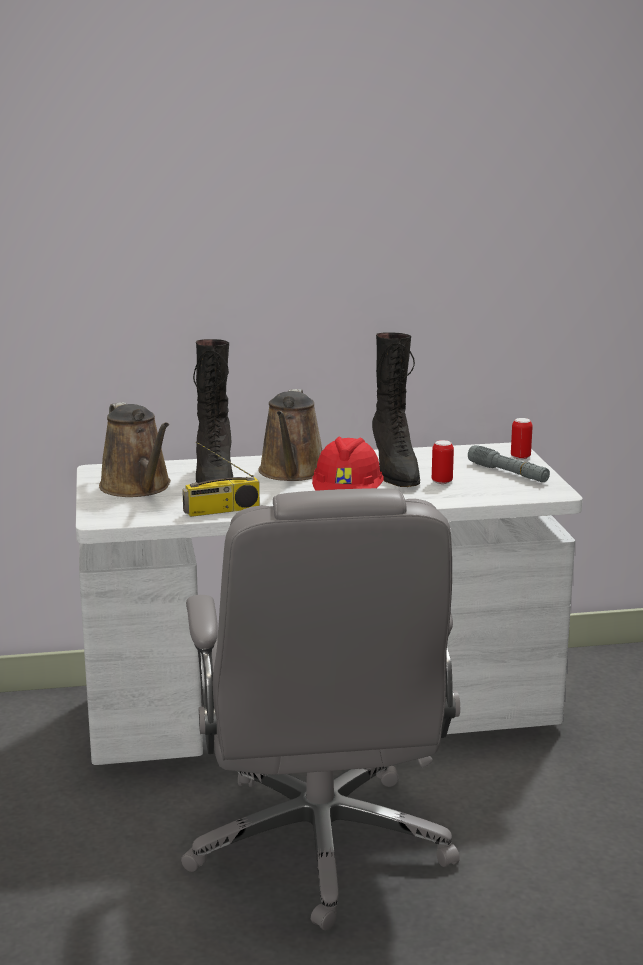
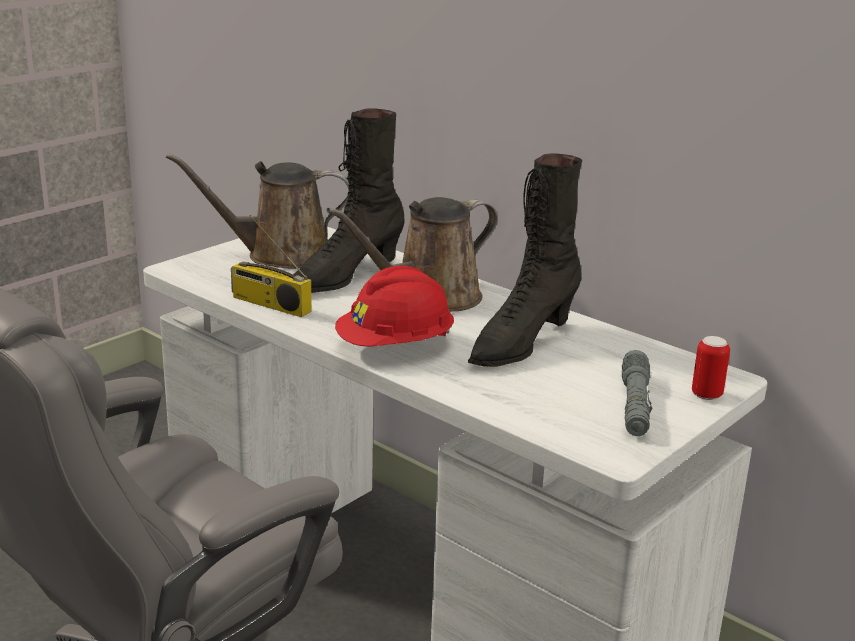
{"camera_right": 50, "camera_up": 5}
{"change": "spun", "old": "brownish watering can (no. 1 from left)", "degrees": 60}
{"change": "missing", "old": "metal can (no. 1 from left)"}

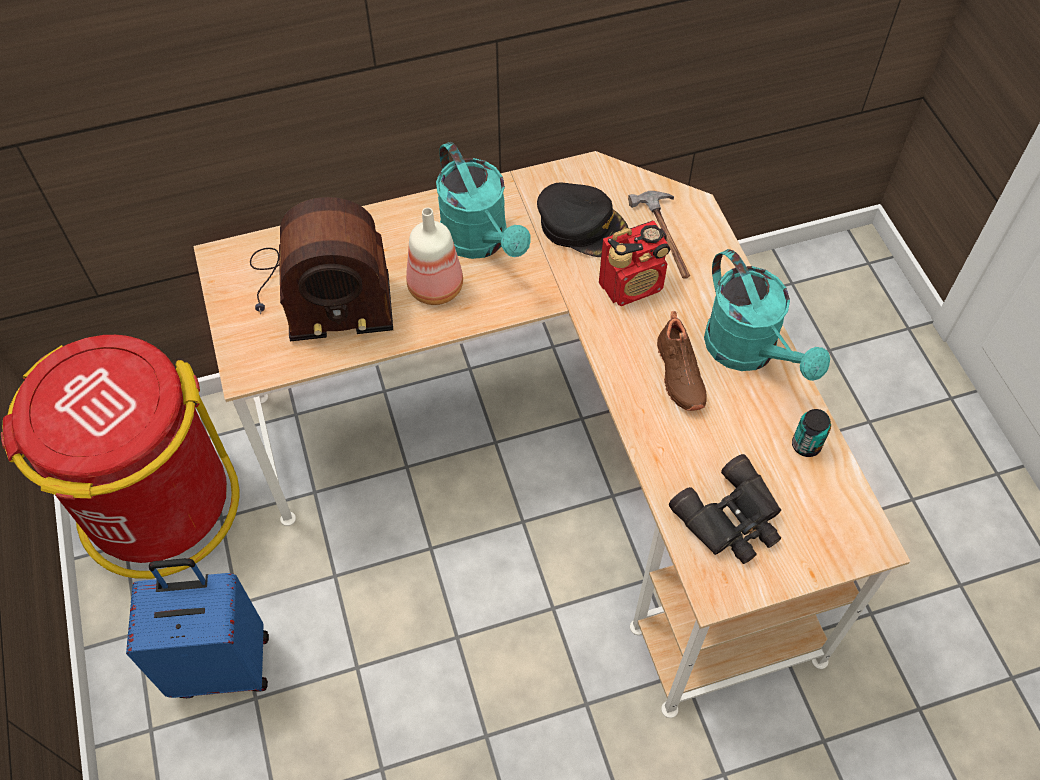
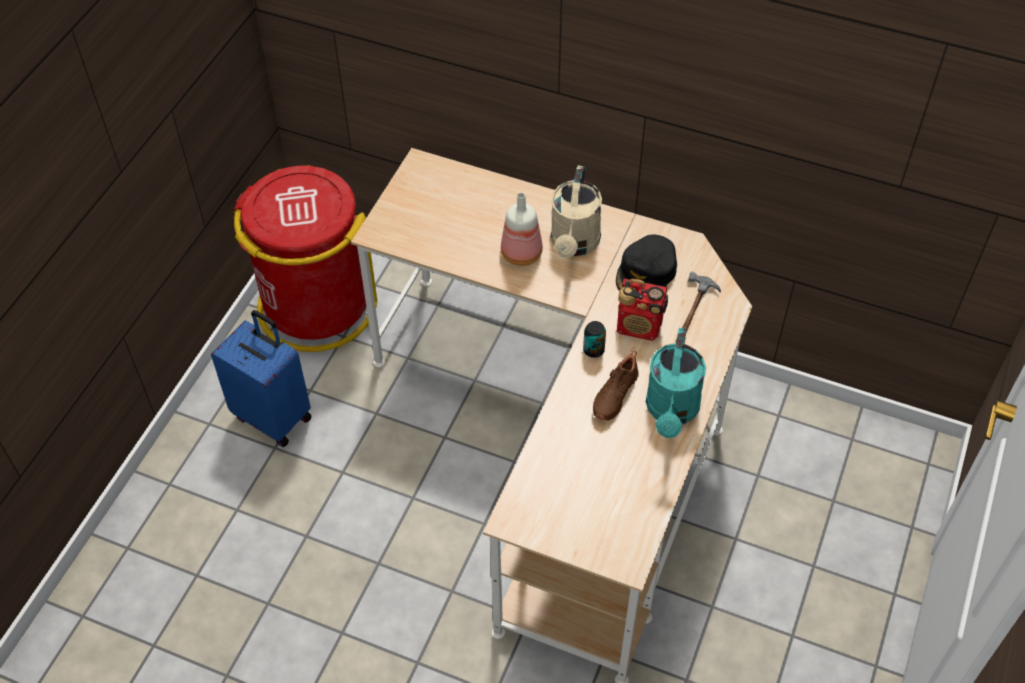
{"camera_right": 40, "camera_up": -5}
{"change": "missing", "old": "radio set (no. 1 from left)"}
{"change": "colour", "old": "turquoise-coloured watering can (no. 1 from left)", "new": "sand-coloured watering can"}
{"change": "spun", "old": "black baseball cap", "degrees": 45}
{"change": "missing", "old": "black binoculars"}
{"change": "relocated", "old": "metal can"}

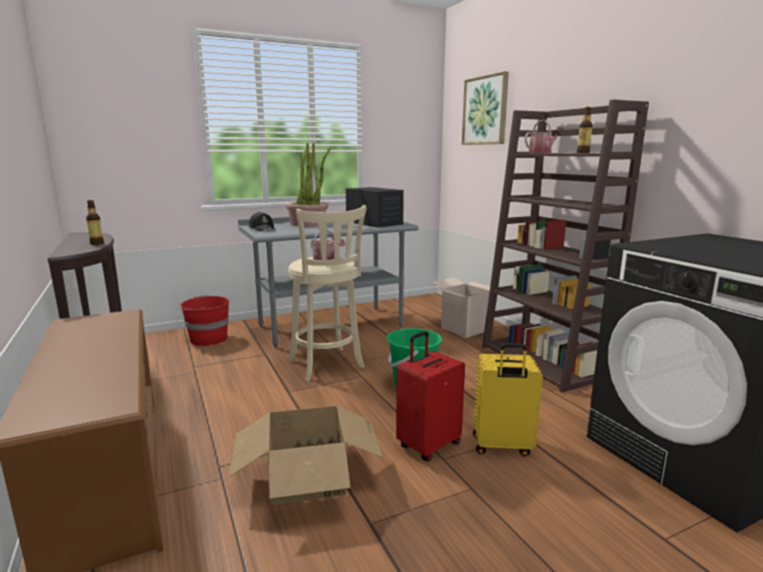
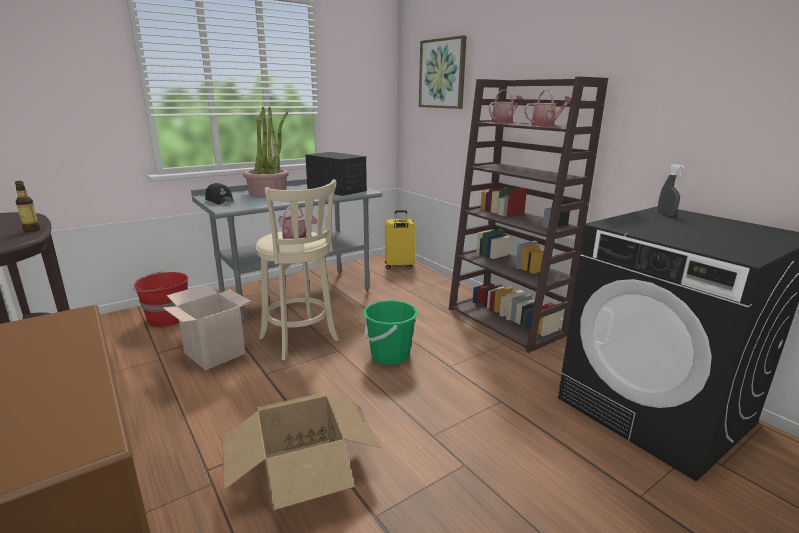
{"camera_right": -10, "camera_up": 5}
{"change": "missing", "old": "red suitcase"}
{"change": "relocated", "old": "cardboard box (no. 2 from left in the first image)", "new": "cardboard box (no. 1 from left)"}
{"change": "relocated", "old": "yellow suitcase"}
{"change": "exchanged", "old": "bottle (no. 2 from left)", "new": "watering can (no. 3 from left)"}
{"change": "appeared", "new": "grey hand sprayer"}

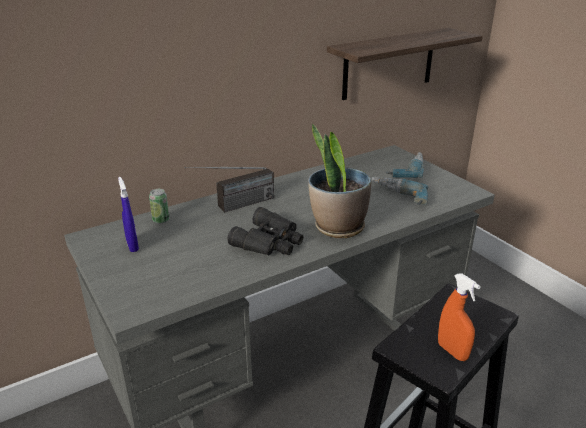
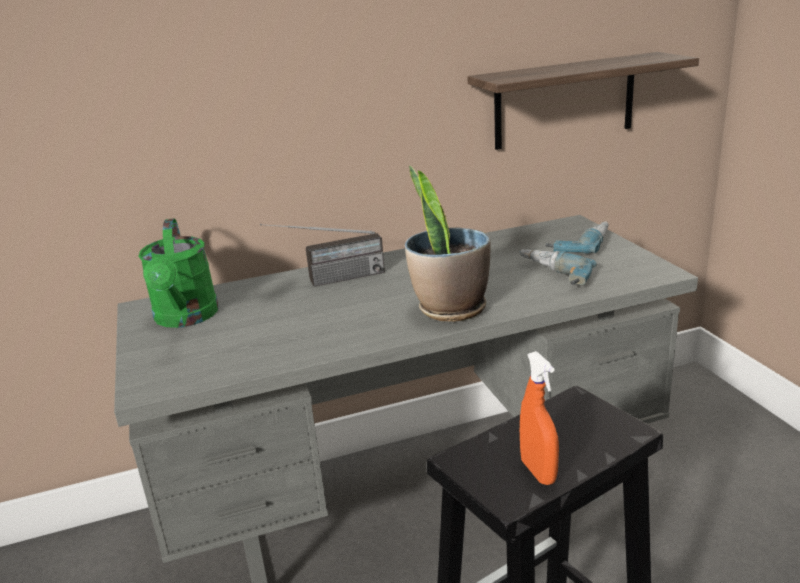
{"camera_right": 15, "camera_up": -5}
{"change": "exchanged", "old": "bluish hand sprayer", "new": "green-coloured watering can"}
{"change": "missing", "old": "metal can"}
{"change": "missing", "old": "black binoculars"}

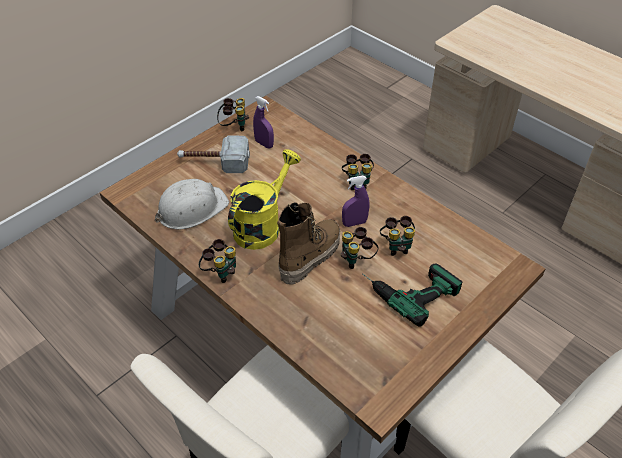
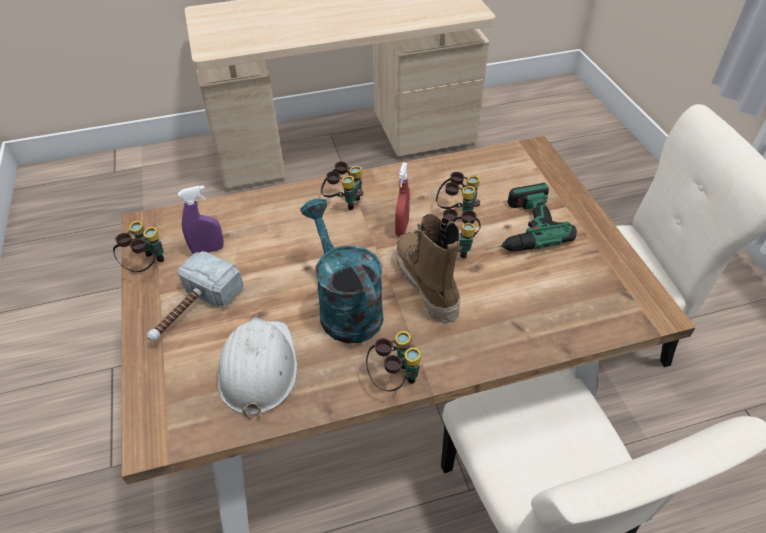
{"camera_right": -60, "camera_up": 0}
{"change": "colour", "old": "yellow watering can", "new": "turquoise-coloured watering can"}
{"change": "colour", "old": "purple hand sprayer (no. 2 from left)", "new": "red hand sprayer"}

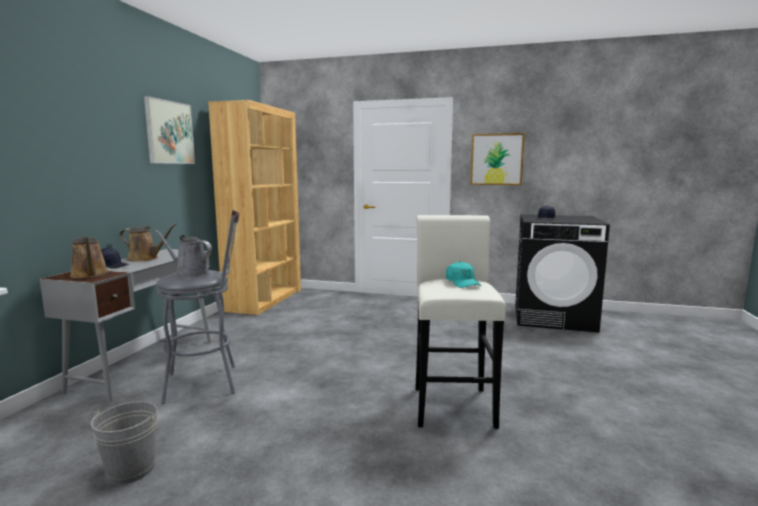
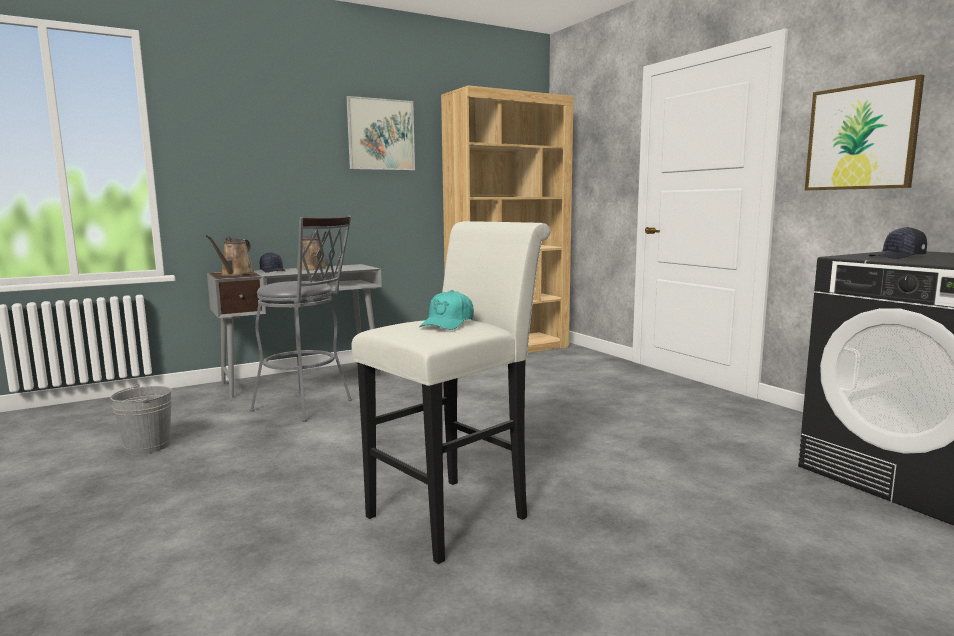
{"camera_right": 45, "camera_up": 0}
{"change": "missing", "old": "grey watering can"}

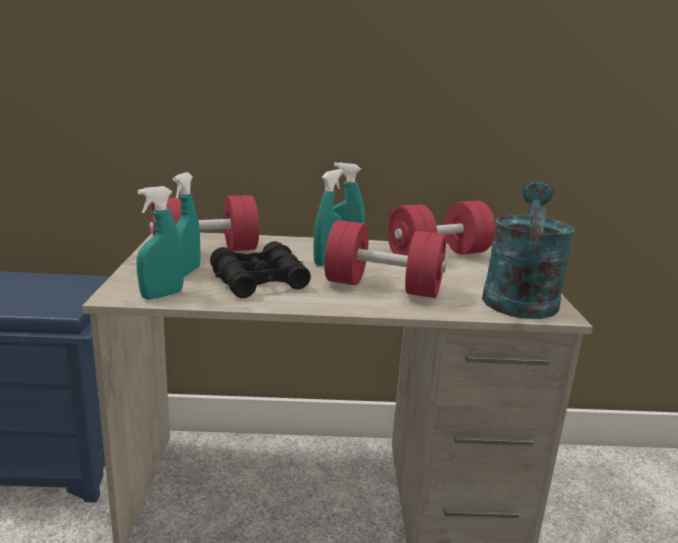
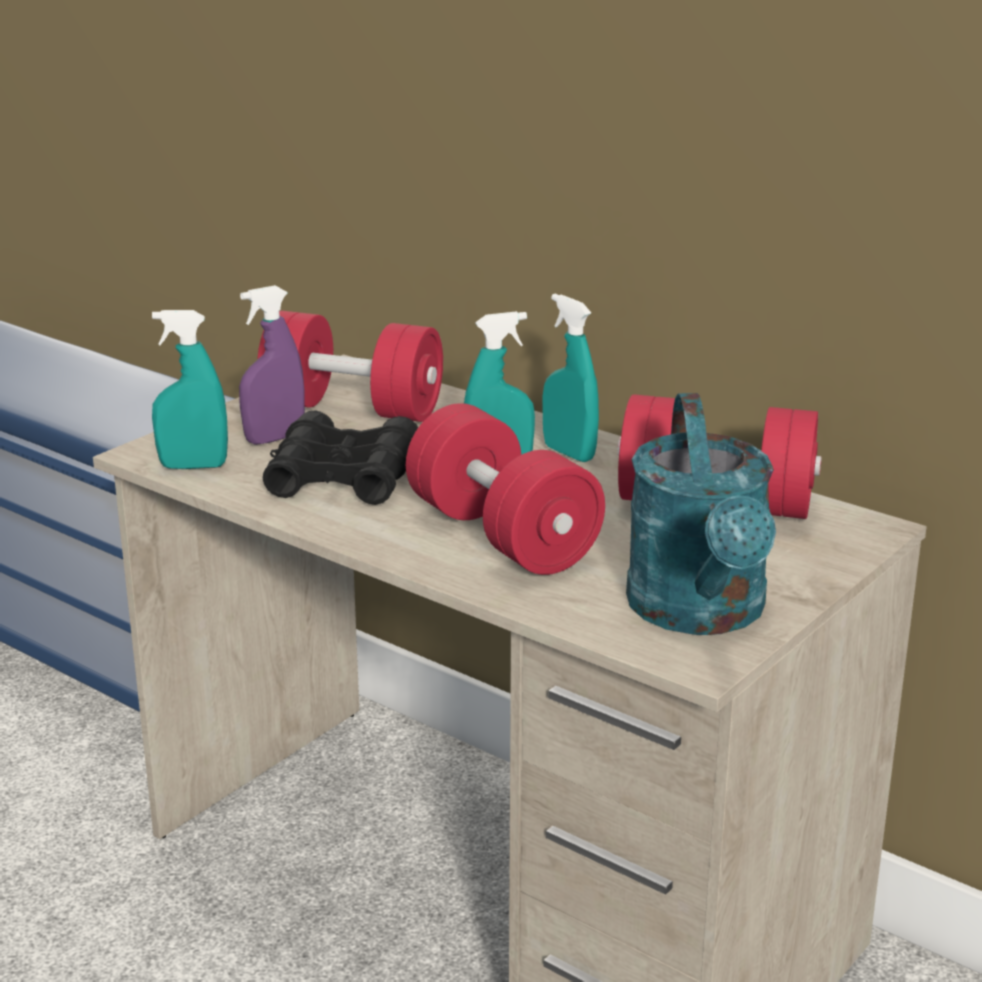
{"camera_right": 40, "camera_up": 5}
{"change": "colour", "old": "turquoise-coloured hand sprayer (no. 2 from left)", "new": "purple hand sprayer"}
{"change": "spun", "old": "turquoise-coloured watering can", "degrees": 120}

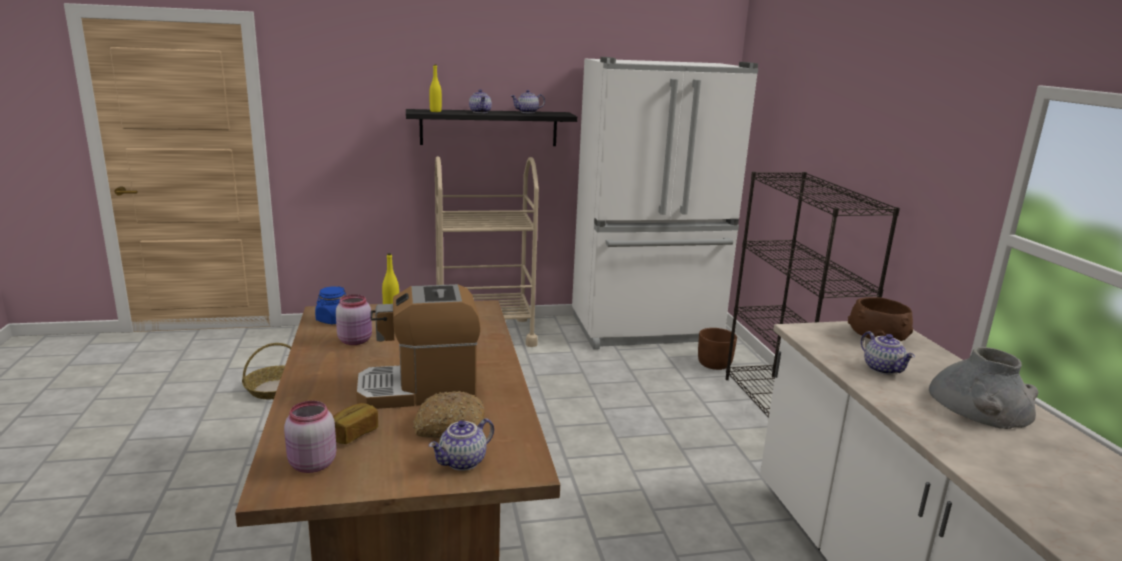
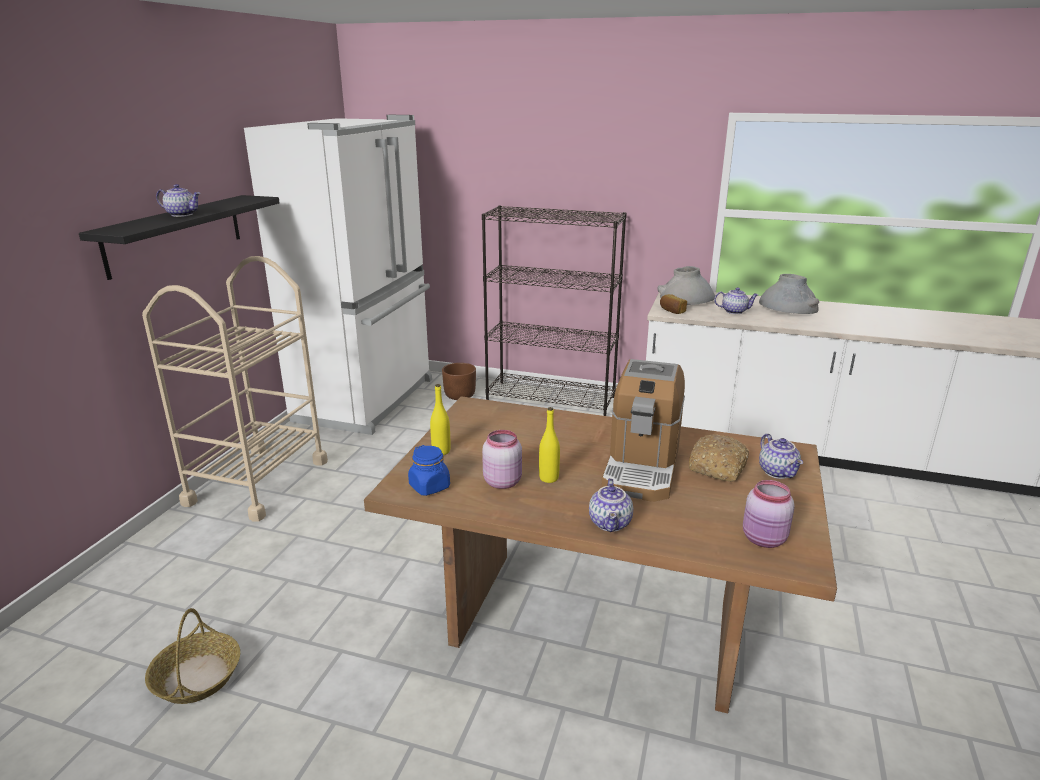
{"camera_right": -60, "camera_up": 5}
{"change": "relocated", "old": "bread (no. 1 from left)"}
{"change": "relocated", "old": "yellow bottle (no. 2 from left)"}
{"change": "relocated", "old": "pot for tea (no. 3 from left in the first image)", "new": "pot for tea (no. 2 from left)"}
{"change": "exchanged", "old": "brownish serving bowl", "new": "grey flower vase (no. 1 from left)"}

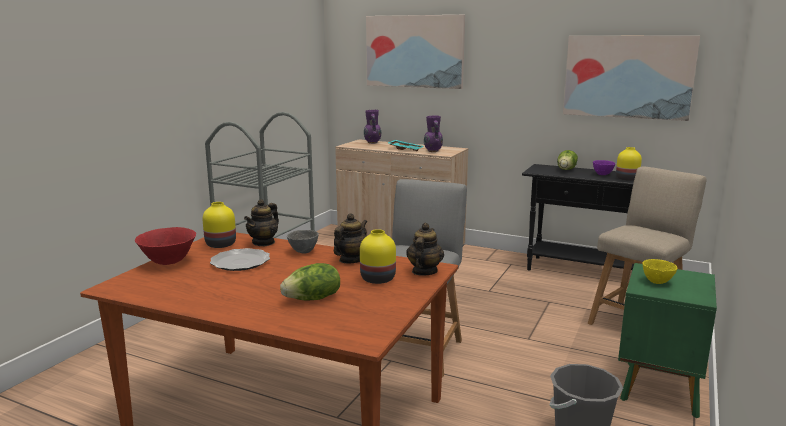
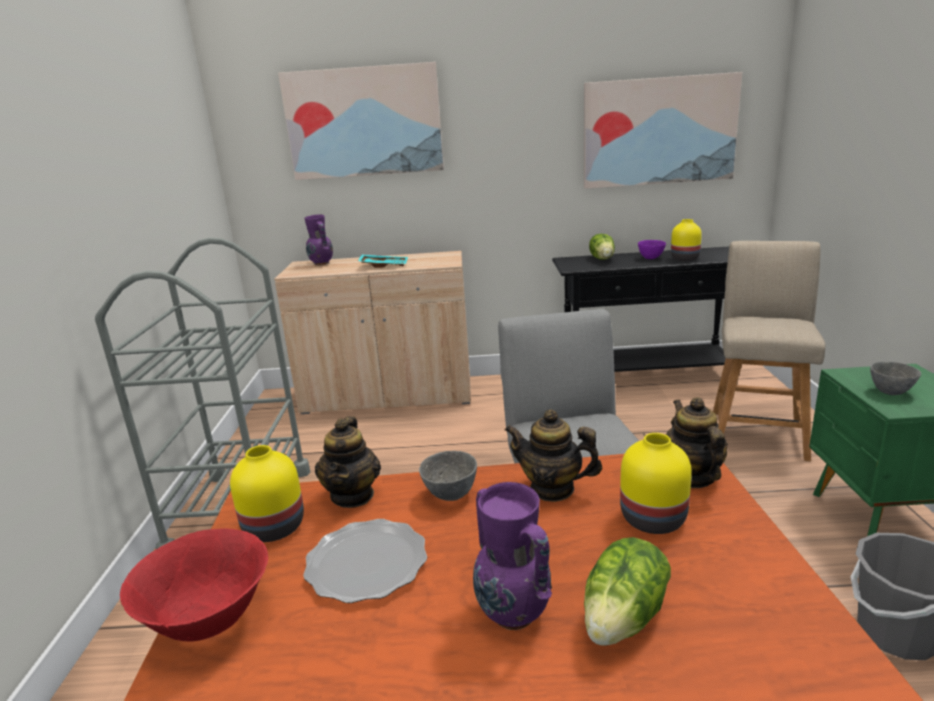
{"camera_right": -25, "camera_up": 5}
{"change": "spun", "old": "pot for tea (no. 2 from left)", "degrees": -75}
{"change": "relocated", "old": "purple flower vase (no. 2 from left)"}
{"change": "colour", "old": "yellow serving bowl", "new": "grey serving bowl (no. 2 from left)"}

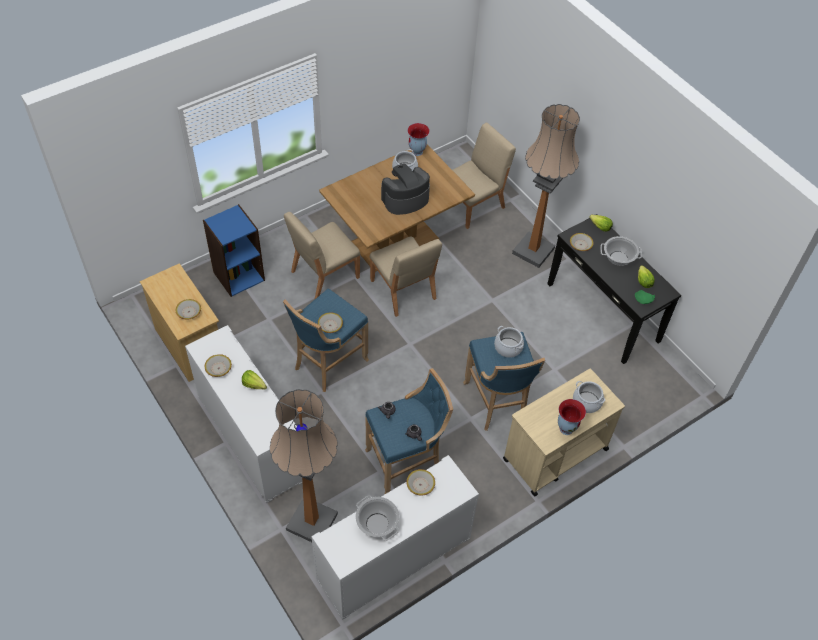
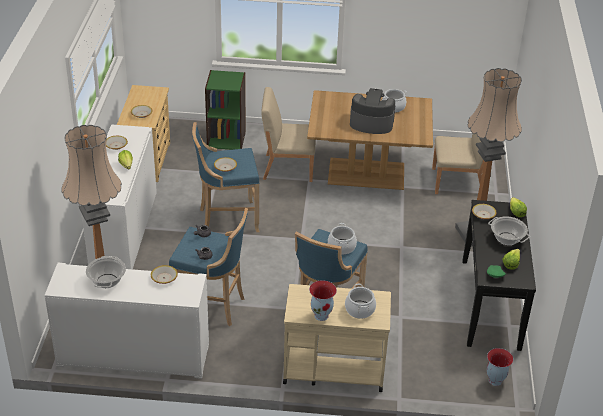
{"camera_right": 40, "camera_up": -15}
{"change": "colour", "old": "bluish bookcase", "new": "green-coloured bookcase"}
{"change": "missing", "old": "sand-coloured upright chair (no. 2 from left)"}
{"change": "relocated", "old": "flower vase (no. 1 from left in the first image)", "new": "flower vase (no. 2 from left)"}

